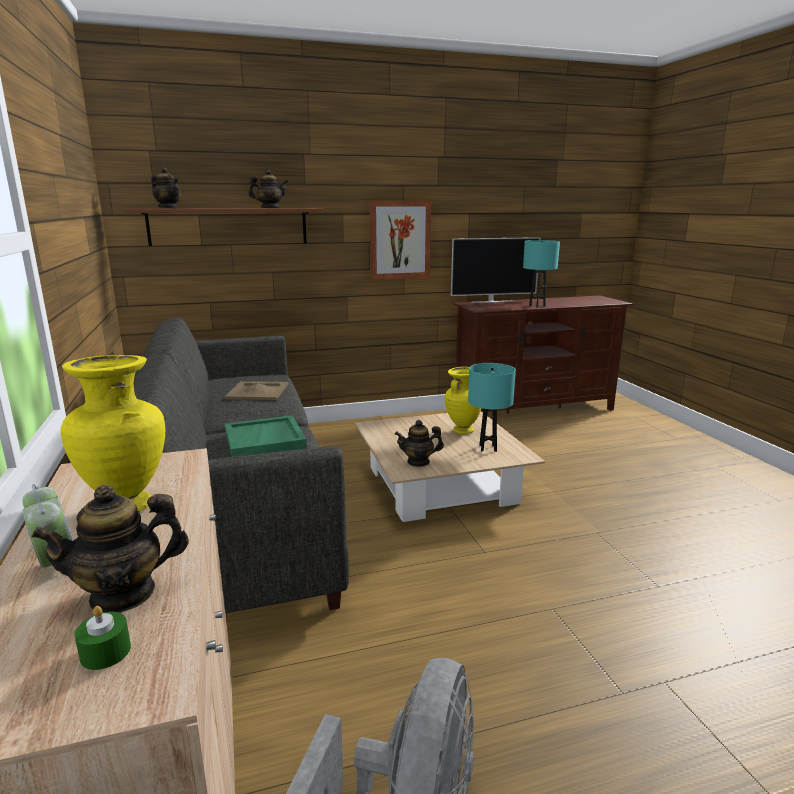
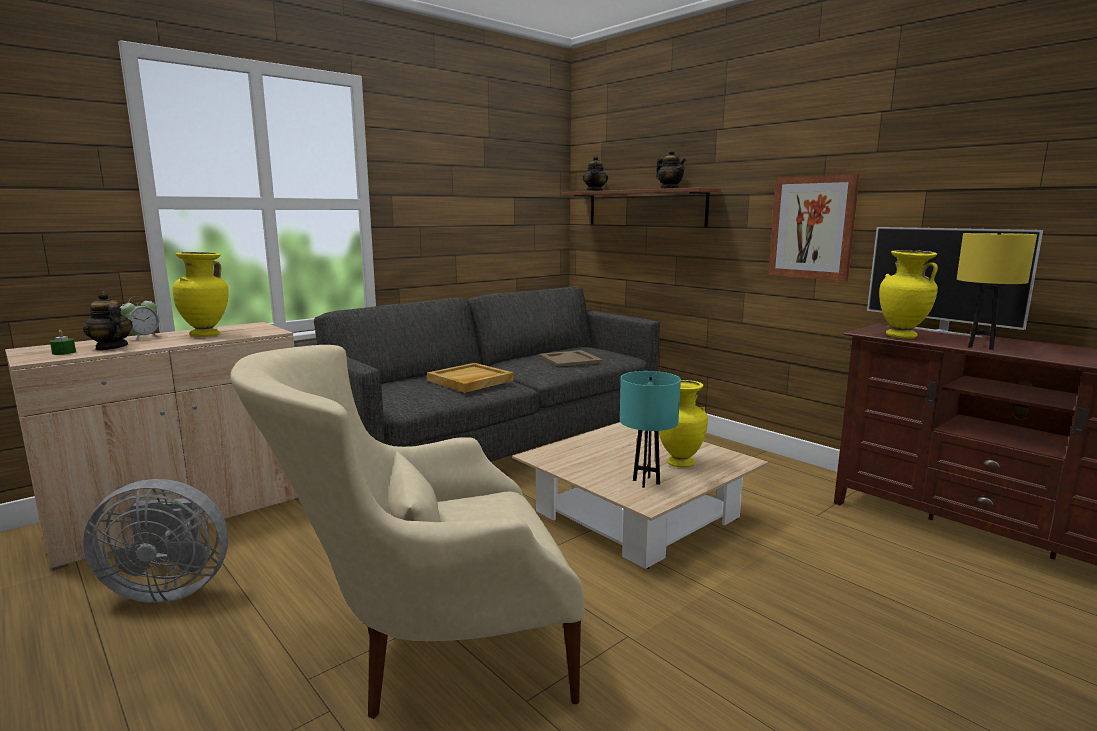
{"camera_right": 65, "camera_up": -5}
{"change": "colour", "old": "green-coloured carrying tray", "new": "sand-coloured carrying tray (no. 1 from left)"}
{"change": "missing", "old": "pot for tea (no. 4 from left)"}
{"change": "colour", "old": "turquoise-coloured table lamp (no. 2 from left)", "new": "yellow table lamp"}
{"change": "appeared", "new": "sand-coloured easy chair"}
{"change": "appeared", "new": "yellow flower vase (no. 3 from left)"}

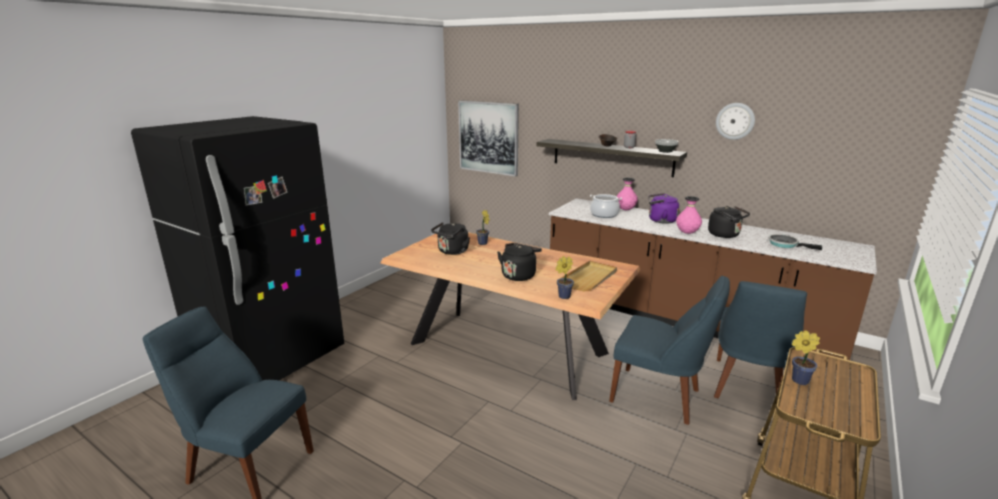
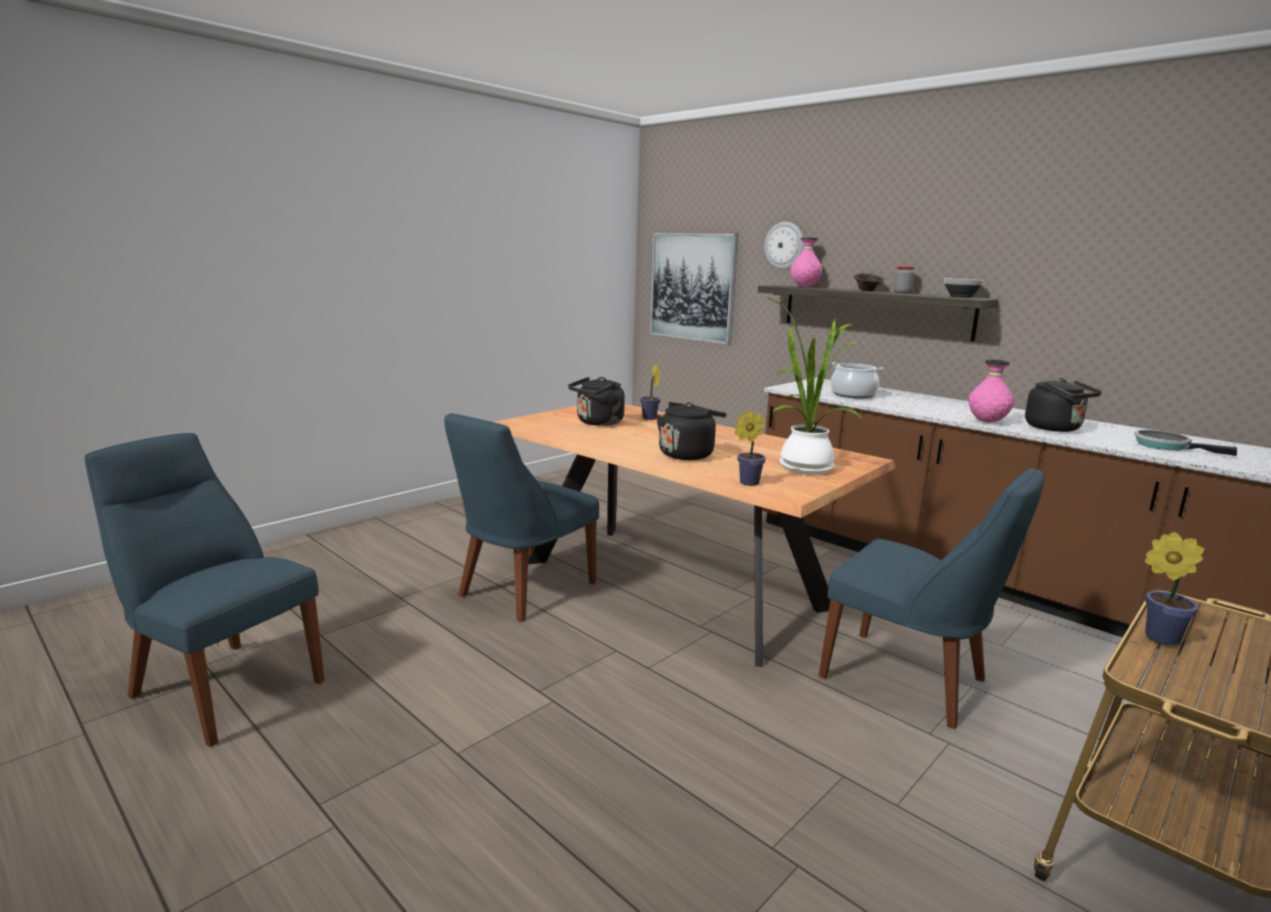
{"camera_right": 10, "camera_up": -5}
{"change": "missing", "old": "black refrigerator"}
{"change": "exchanged", "old": "sand-coloured carrying tray", "new": "houseplant (no. 3 from left)"}
{"change": "relocated", "old": "pinkish flower vase (no. 1 from left)"}
{"change": "missing", "old": "purple kettle"}
{"change": "relocated", "old": "bluish upright chair (no. 3 from left in the first image)", "new": "bluish upright chair (no. 2 from left)"}
{"change": "relocated", "old": "hanging clock"}

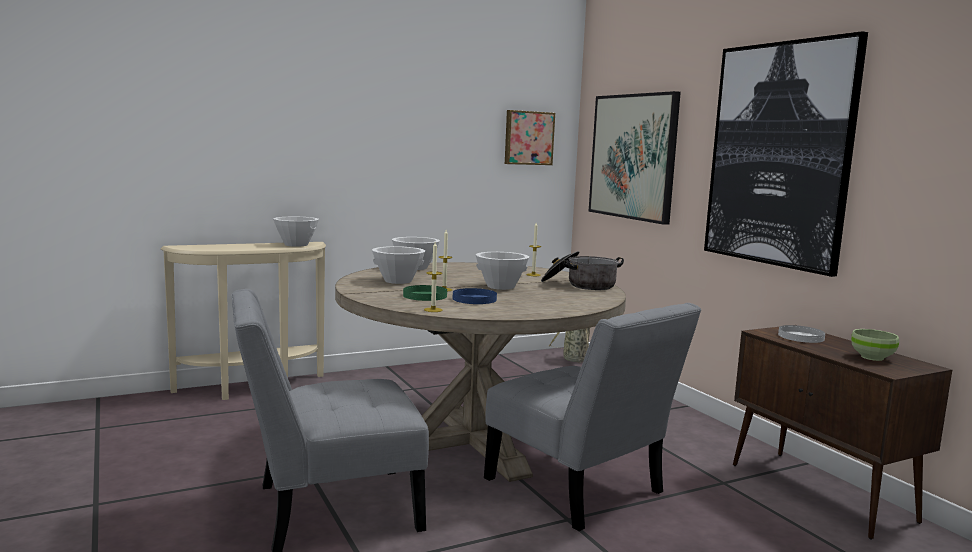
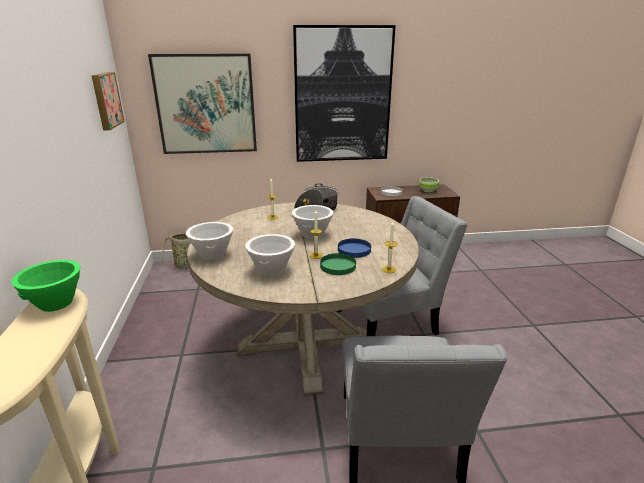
{"camera_right": -70, "camera_up": 15}
{"change": "colour", "old": "whitish serving bowl (no. 1 from left)", "new": "green-coloured serving bowl (no. 1 from left)"}

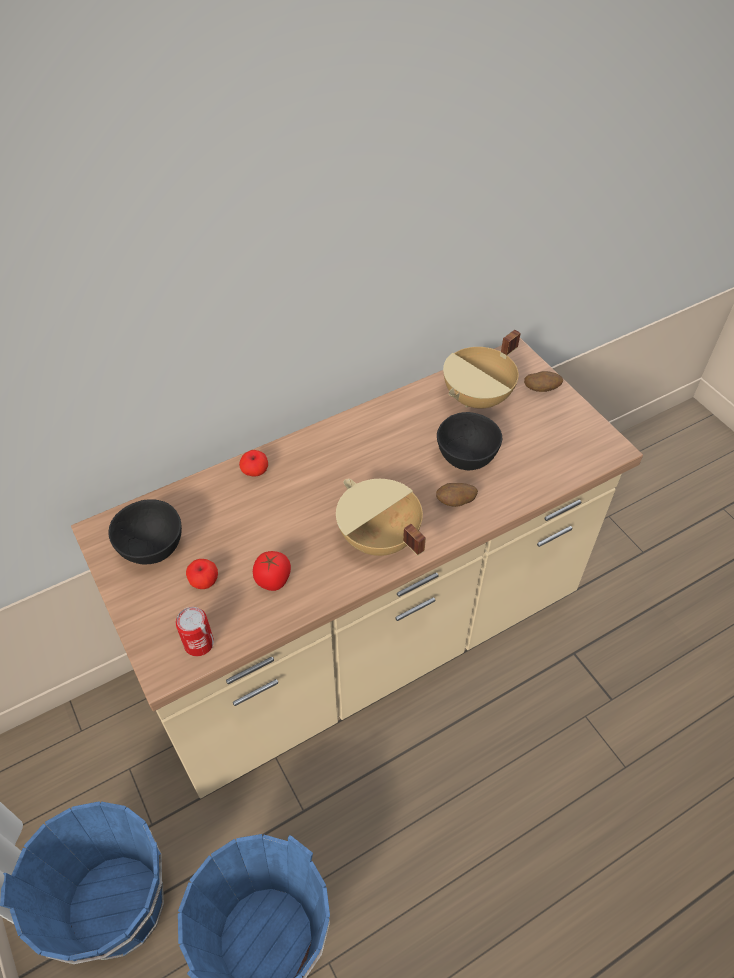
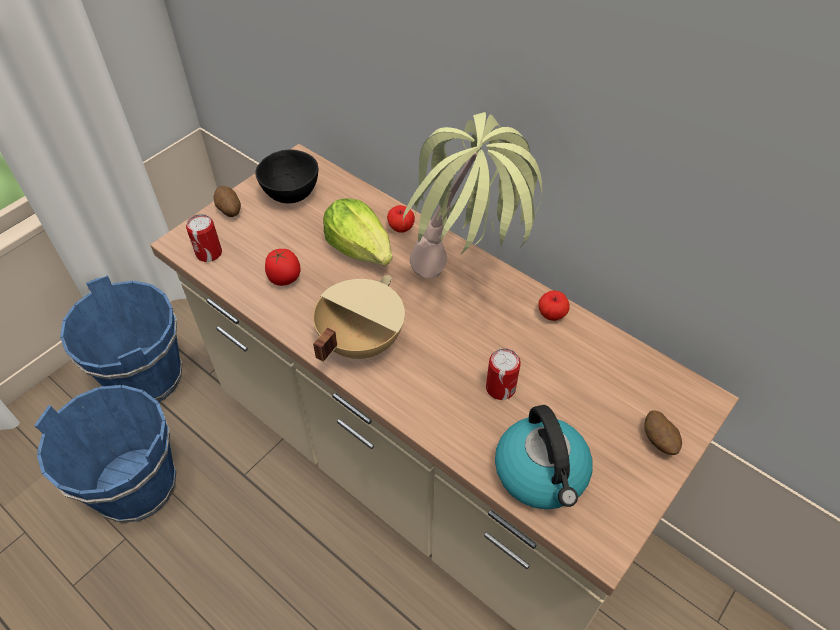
{"camera_right": 70, "camera_up": 0}
{"change": "relocated", "old": "whole apple (no. 1 from left in the first image)", "new": "whole apple (no. 2 from left)"}
{"change": "relocated", "old": "whole potato (no. 1 from left)"}
{"change": "exchanged", "old": "black serving bowl (no. 2 from left)", "new": "metal can (no. 2 from left)"}
{"change": "missing", "old": "sand-coloured saucepot (no. 2 from left)"}
{"change": "appeared", "new": "lettuce"}
{"change": "appeared", "new": "houseplant"}
{"change": "appeared", "new": "kettle"}

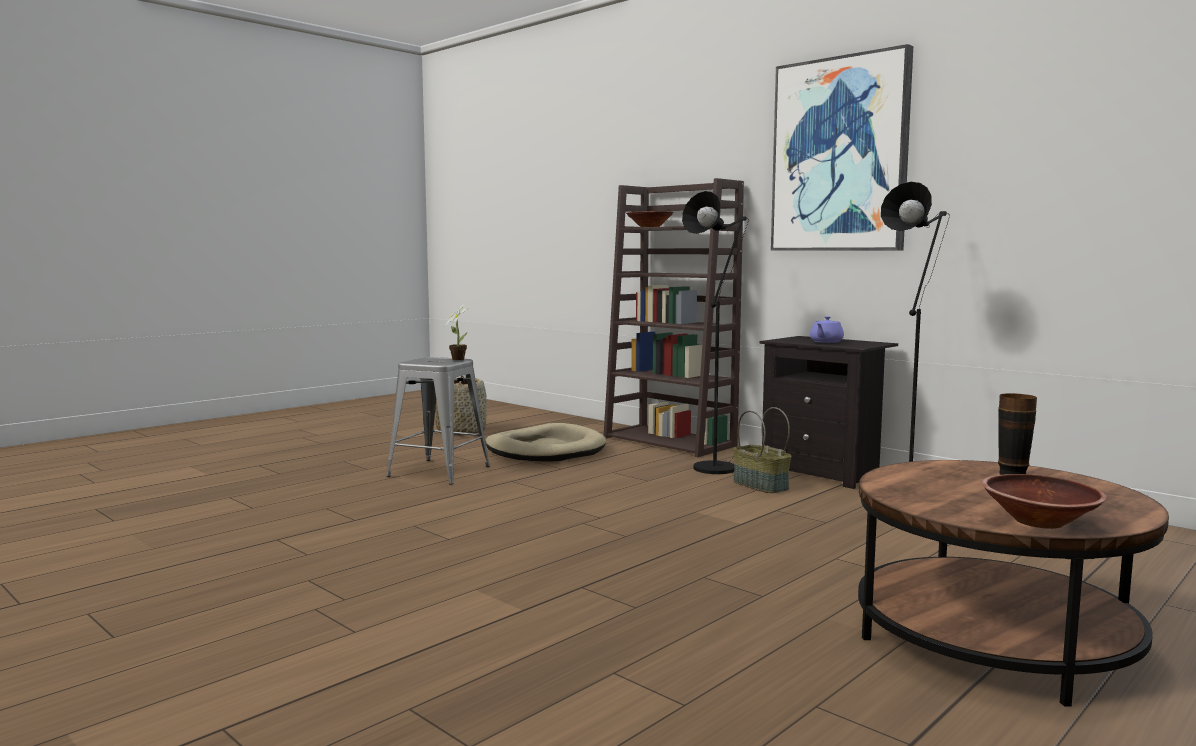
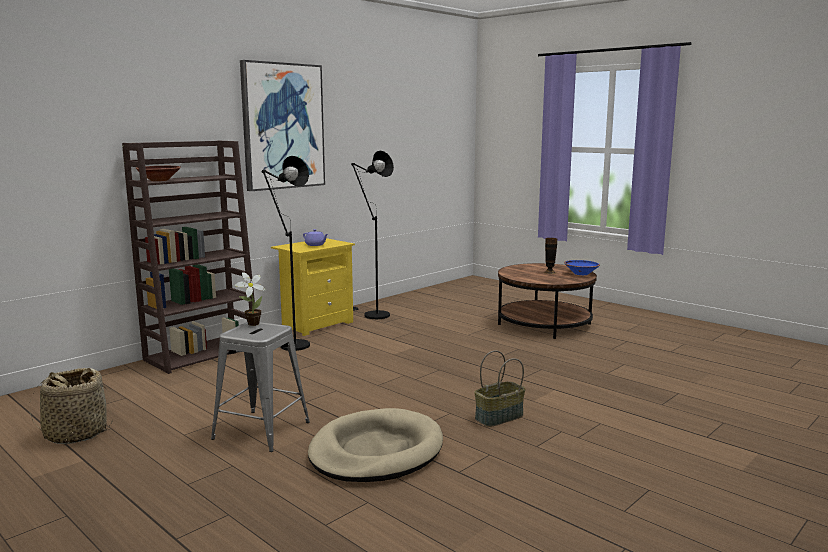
{"camera_right": -90, "camera_up": 5}
{"change": "relocated", "old": "sand-coloured dog cushion"}
{"change": "relocated", "old": "household basket (no. 2 from left)"}
{"change": "colour", "old": "black nightstand", "new": "yellow nightstand"}
{"change": "colour", "old": "brownish serving bowl (no. 2 from left)", "new": "bluish serving bowl"}

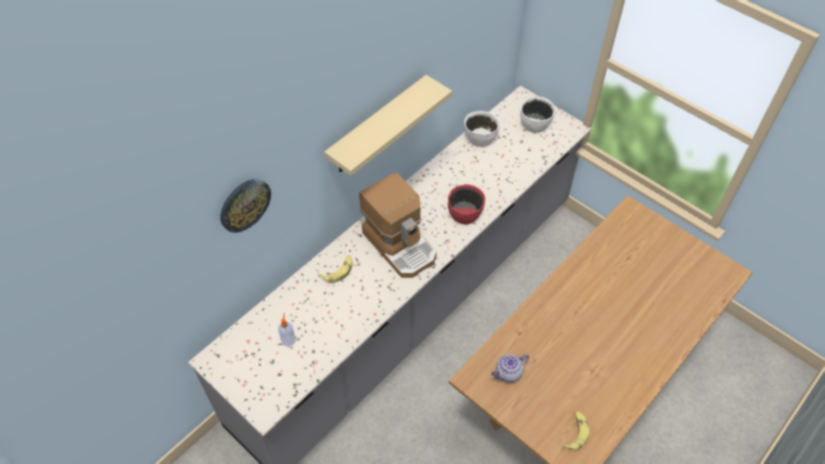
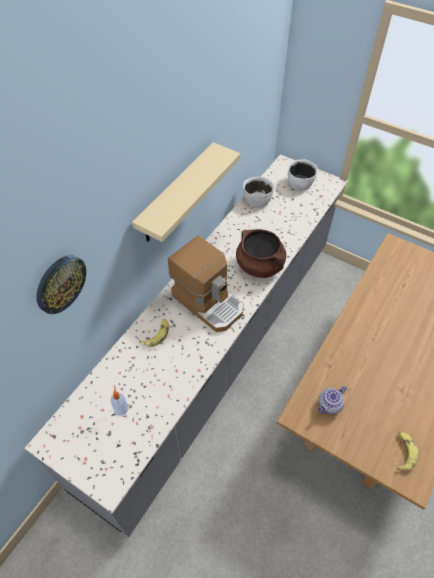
{"camera_right": -10, "camera_up": 0}
{"change": "exchanged", "old": "red serving bowl", "new": "brownish saucepot"}

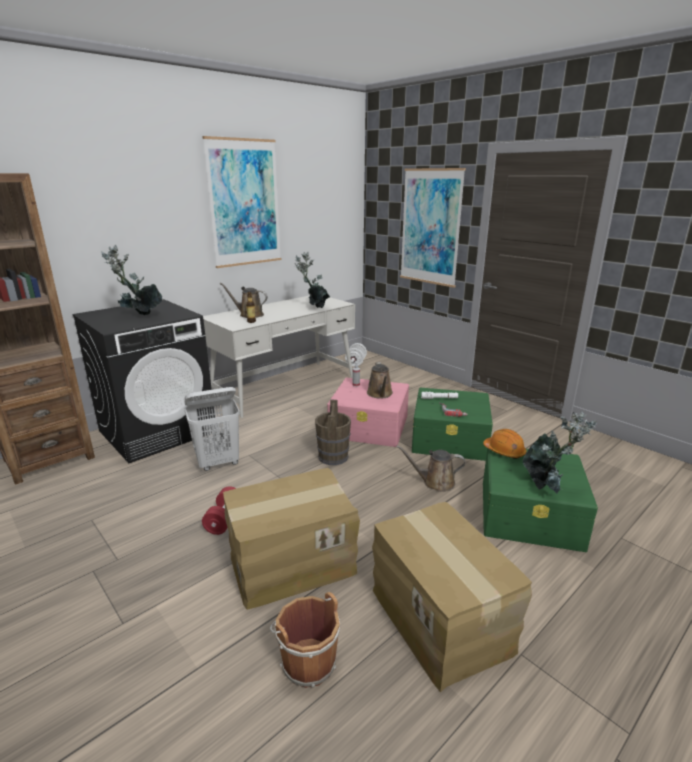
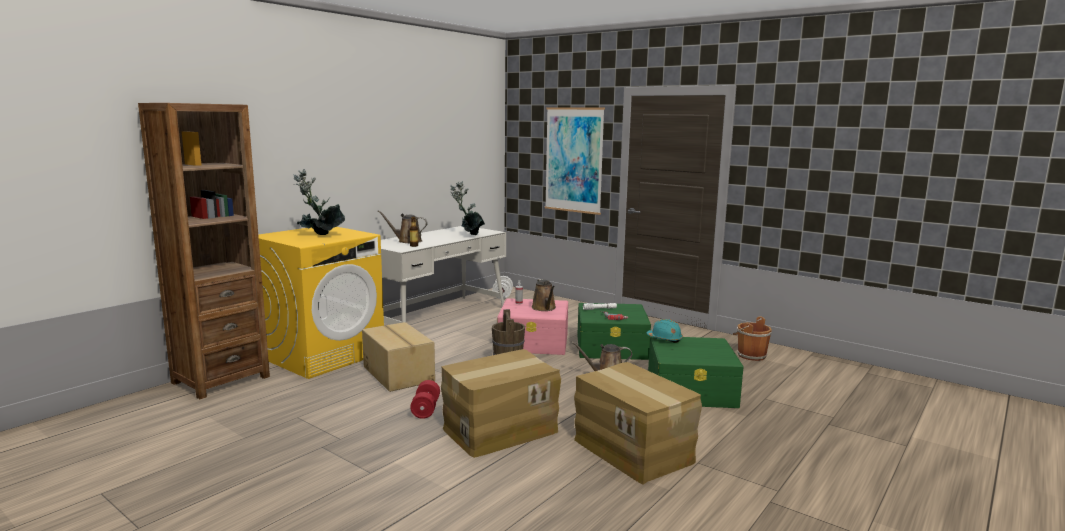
{"camera_right": -10, "camera_up": -10}
{"change": "colour", "old": "black washing machine", "new": "yellow washing machine"}
{"change": "exchanged", "old": "whitish hamper", "new": "cardboard box (no. 1 from left)"}
{"change": "missing", "old": "wall art (no. 1 from left)"}
{"change": "relocated", "old": "brownish bucket (no. 1 from left in the first image)", "new": "brownish bucket (no. 2 from left)"}
{"change": "colour", "old": "orangey safety helmet", "new": "turquoise-coloured safety helmet"}
{"change": "missing", "old": "houseplant (no. 3 from left)"}

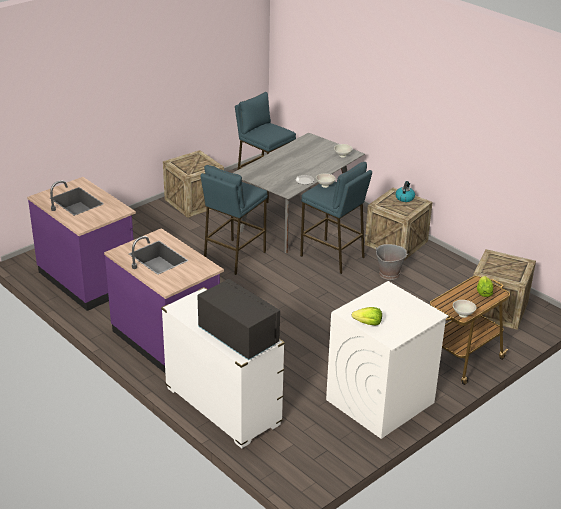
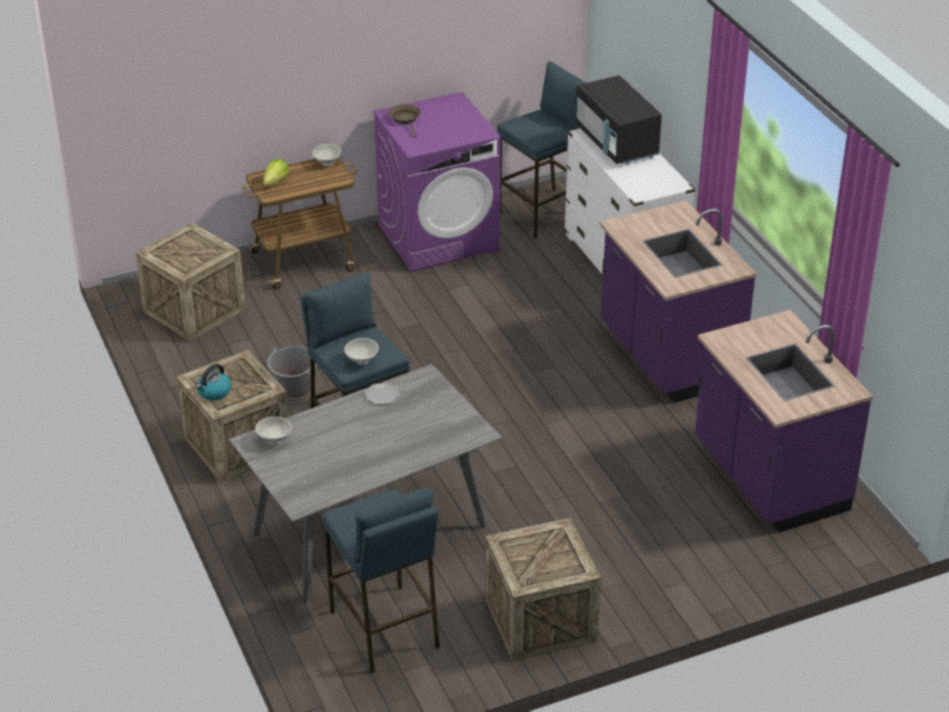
{"camera_right": -160, "camera_up": 5}
{"change": "relocated", "old": "bluish sitting stool (no. 1 from left in the first image)", "new": "bluish sitting stool (no. 3 from left)"}
{"change": "colour", "old": "whitish washing machine", "new": "purple washing machine"}
{"change": "missing", "old": "lettuce (no. 1 from left)"}
{"change": "appeared", "new": "brownish skillet"}

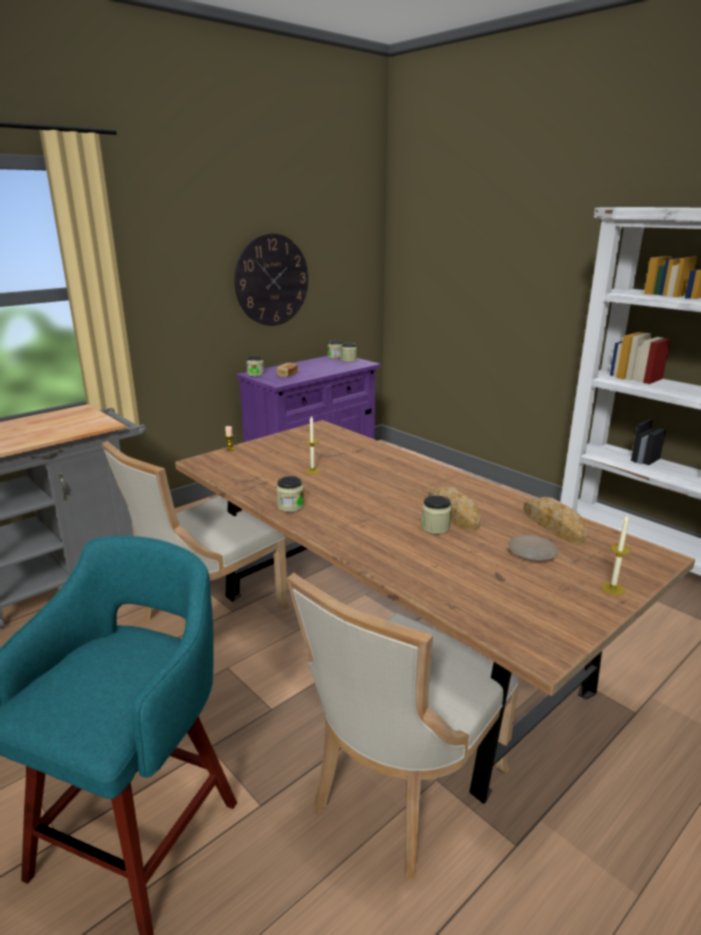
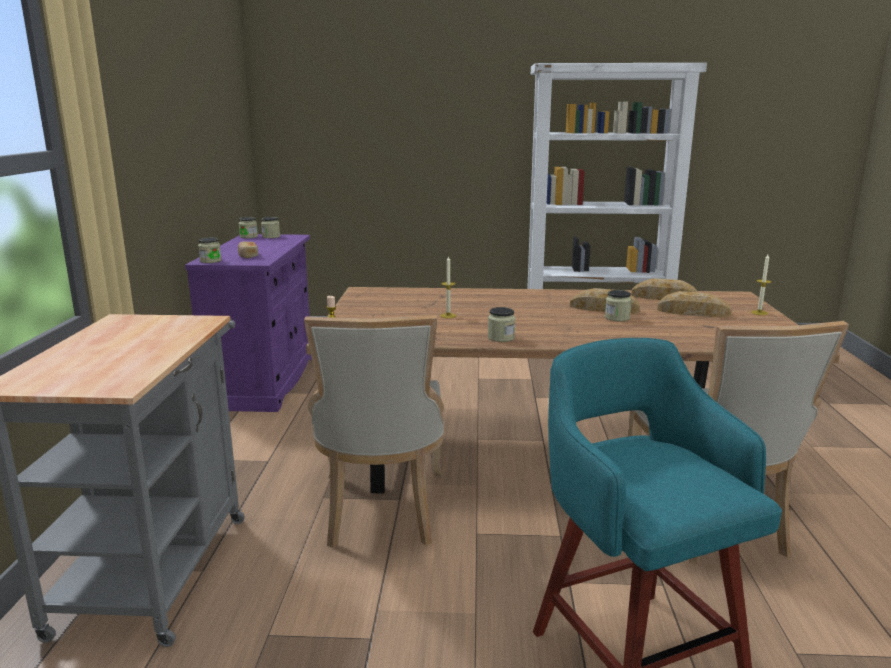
{"camera_right": -45, "camera_up": -5}
{"change": "missing", "old": "hanging clock"}
{"change": "exchanged", "old": "sand-coloured plate", "new": "bread (no. 4 from left)"}

